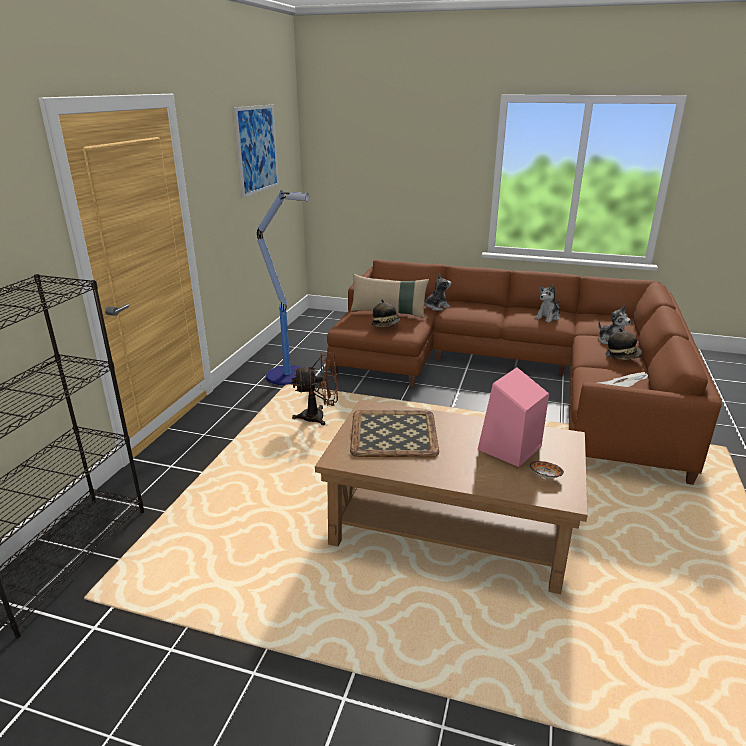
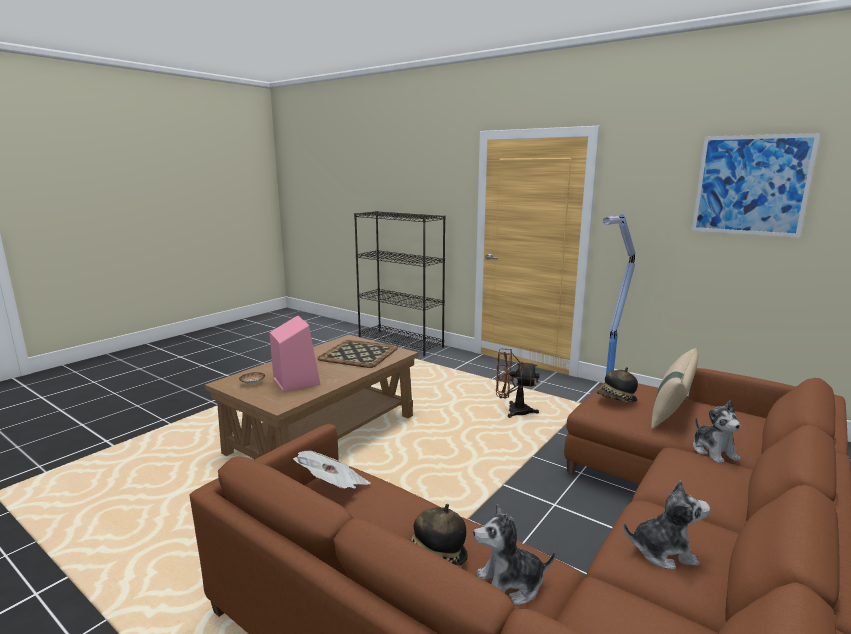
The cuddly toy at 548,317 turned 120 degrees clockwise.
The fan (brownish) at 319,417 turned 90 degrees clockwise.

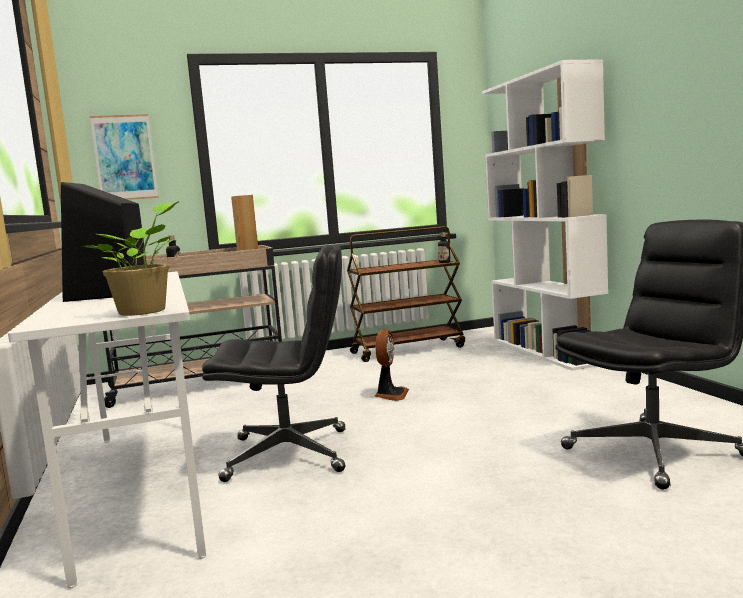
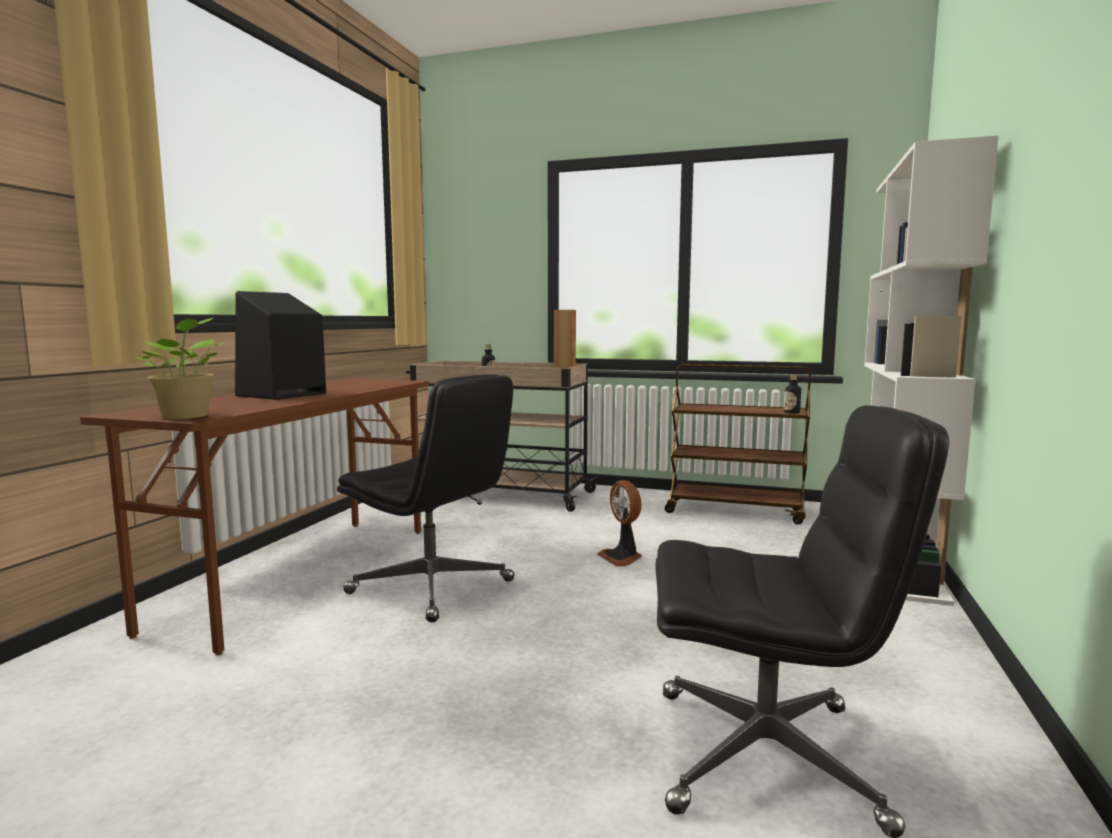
The wall art at 125,157 disappeared.
The desk table (whitish) at 143,486 became the desk table (brownish) at 303,574.
The fan at 390,395 turned 105 degrees clockwise.

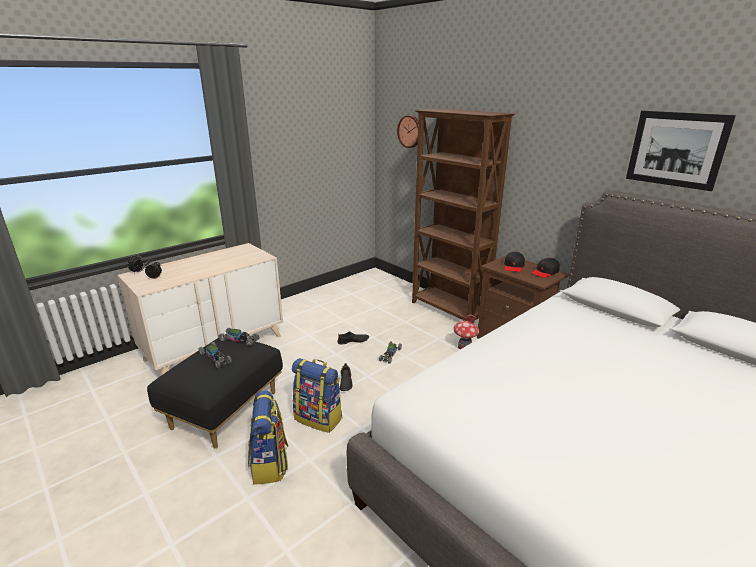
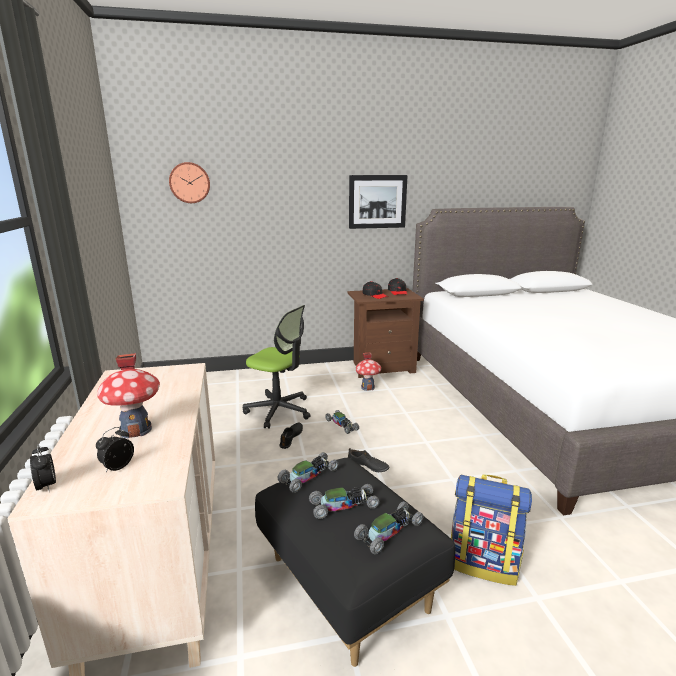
The bookshelf (brownish) at 448,311 disappeared.
The wall art moved from 676,149 to 377,201.
The knapsack at 319,418 disappeared.
The computer chair at 279,410 appeared.
The model house at 136,430 appeared.
The model car at 389,531 appeared.

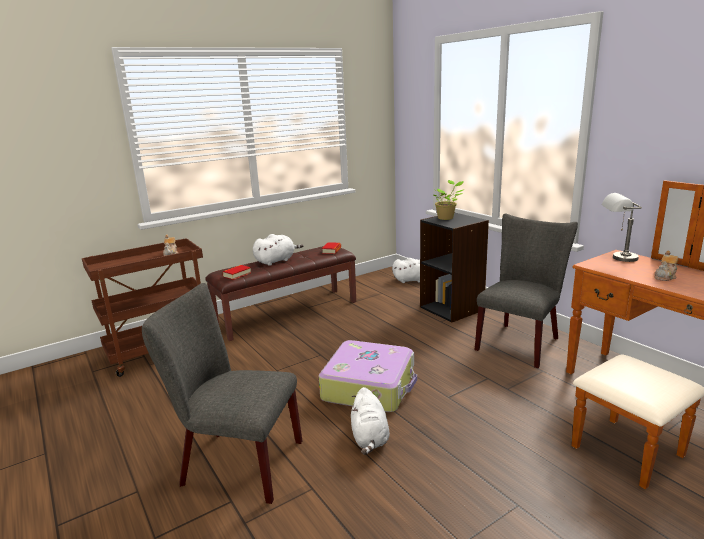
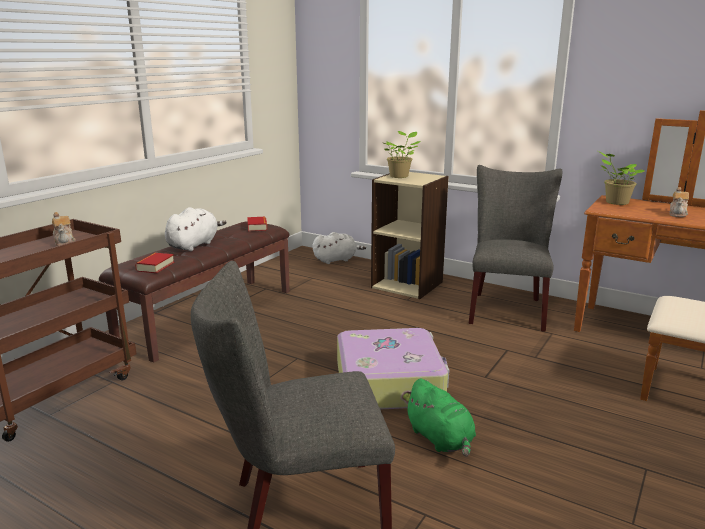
The lamp for a table (grey) at 616,258 was replaced by the houseplant at 615,202.
The bookshelf (black) at 452,308 became the bookshelf (beige-coloured) at 407,284.
The cuddly toy (whitish) at 369,438 became the cuddly toy (green-coloured) at 441,439.

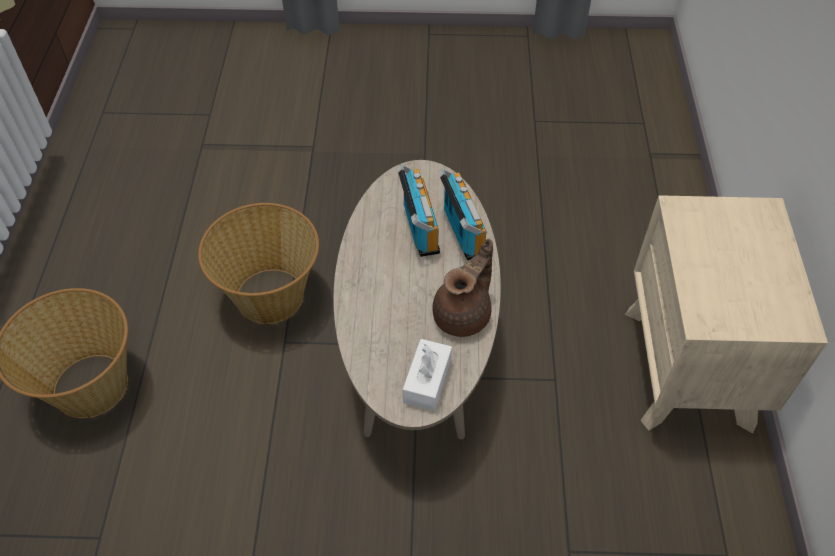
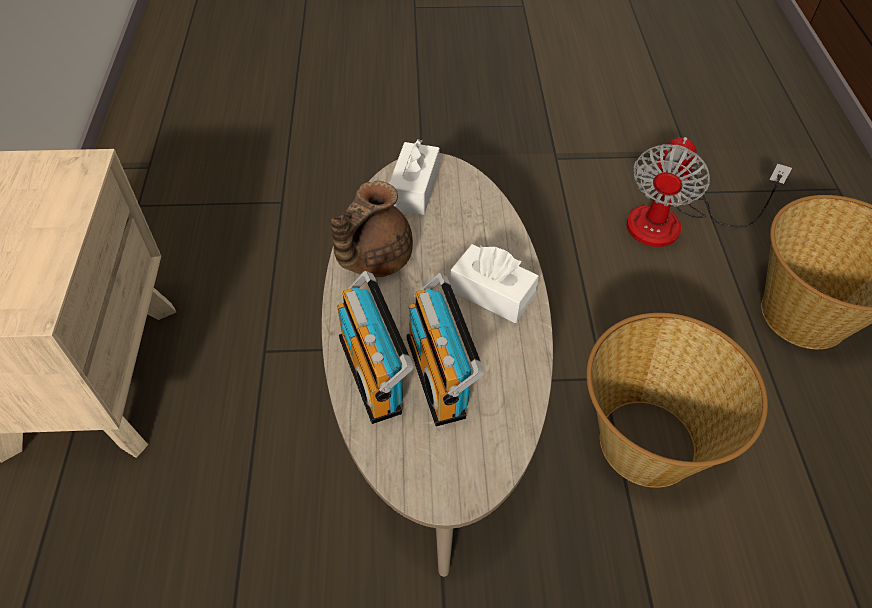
The fan at 673,224 appeared.
The tissue box (whitish) at 492,293 appeared.

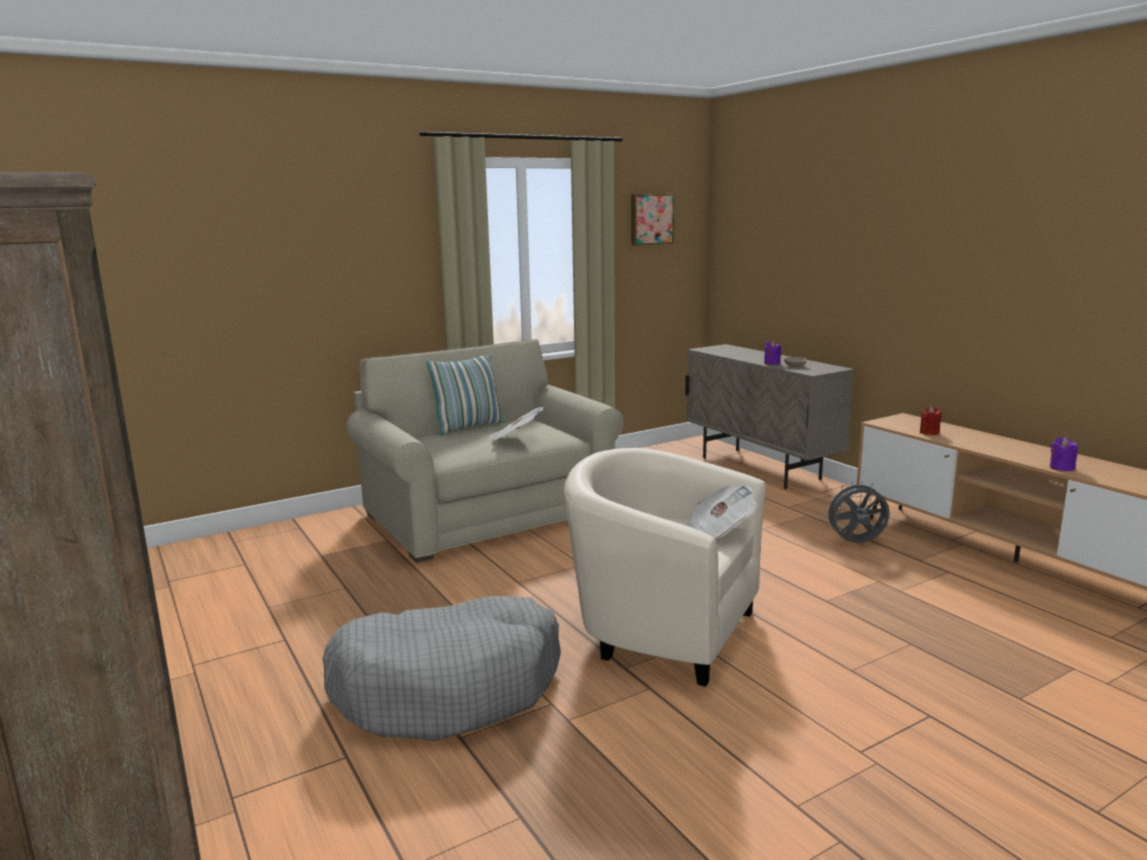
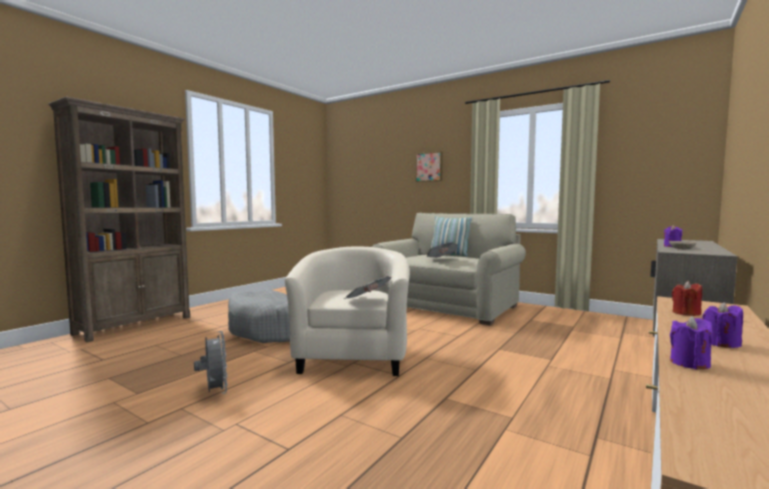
The wall art moved from 651,219 to 429,167.
The fan (grey) moved from 856,544 to 214,392.
The candle (purple) at 721,343 appeared.

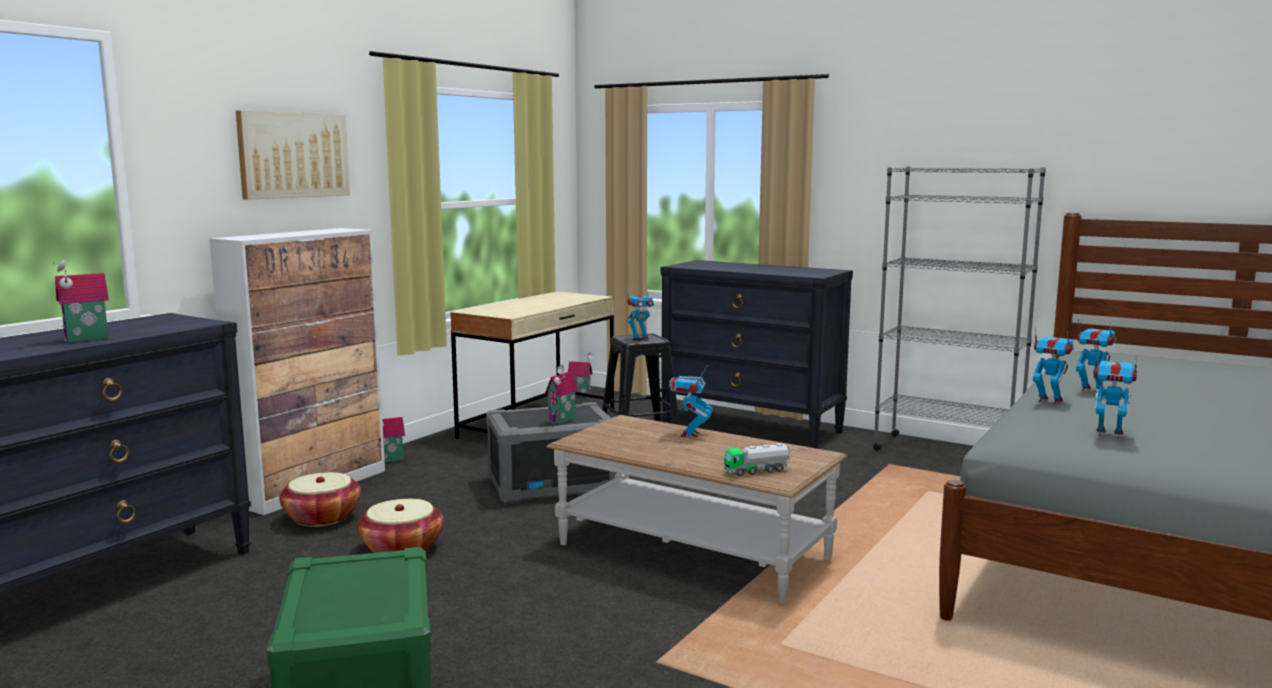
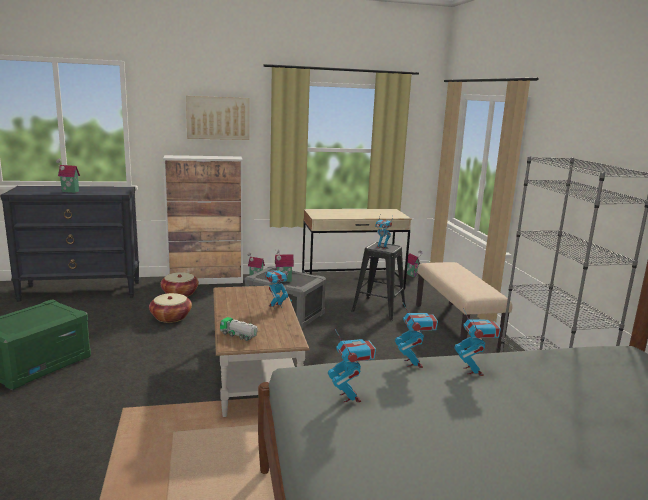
The chest of drawers (black) at 752,427 was replaced by the indoor bench (beige-coloured) at 456,325.

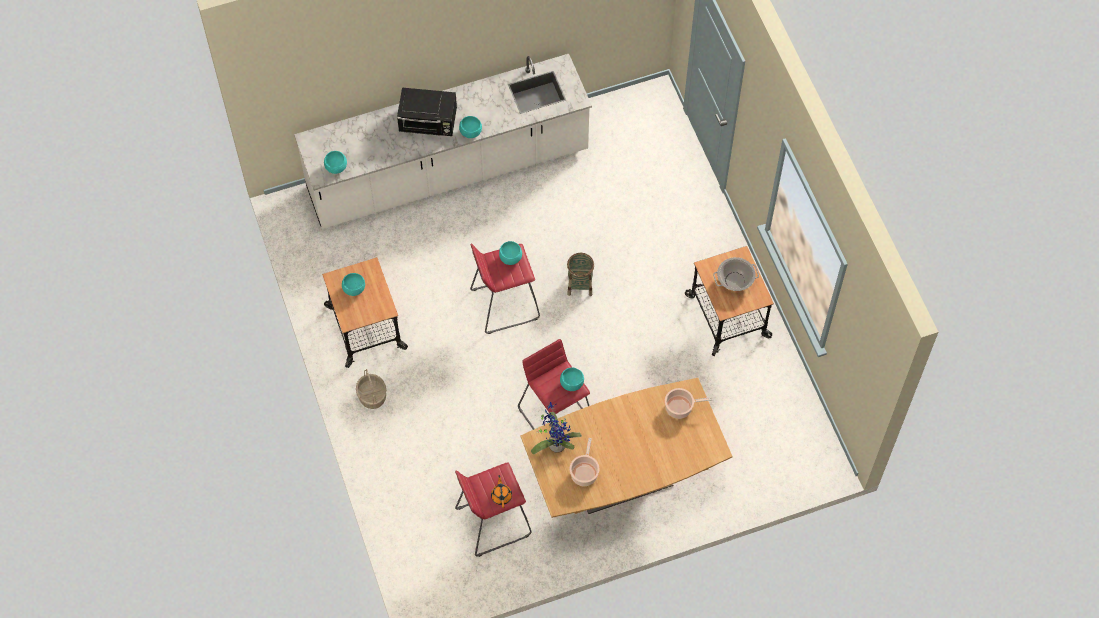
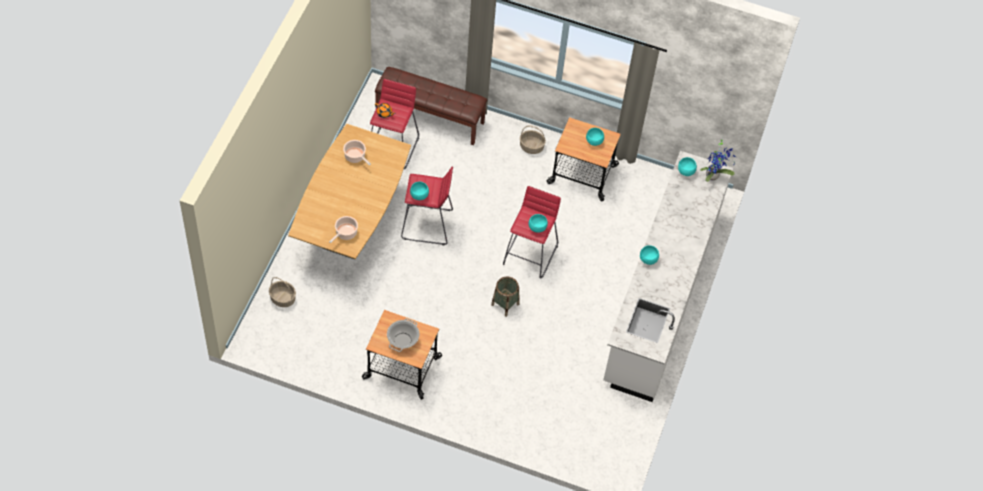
The kitchen microwave (black) at 428,123 disappeared.
The houseplant moved from 555,443 to 714,175.
The indoor bench (brownish) at 430,117 appeared.
The household basket at 282,298 appeared.

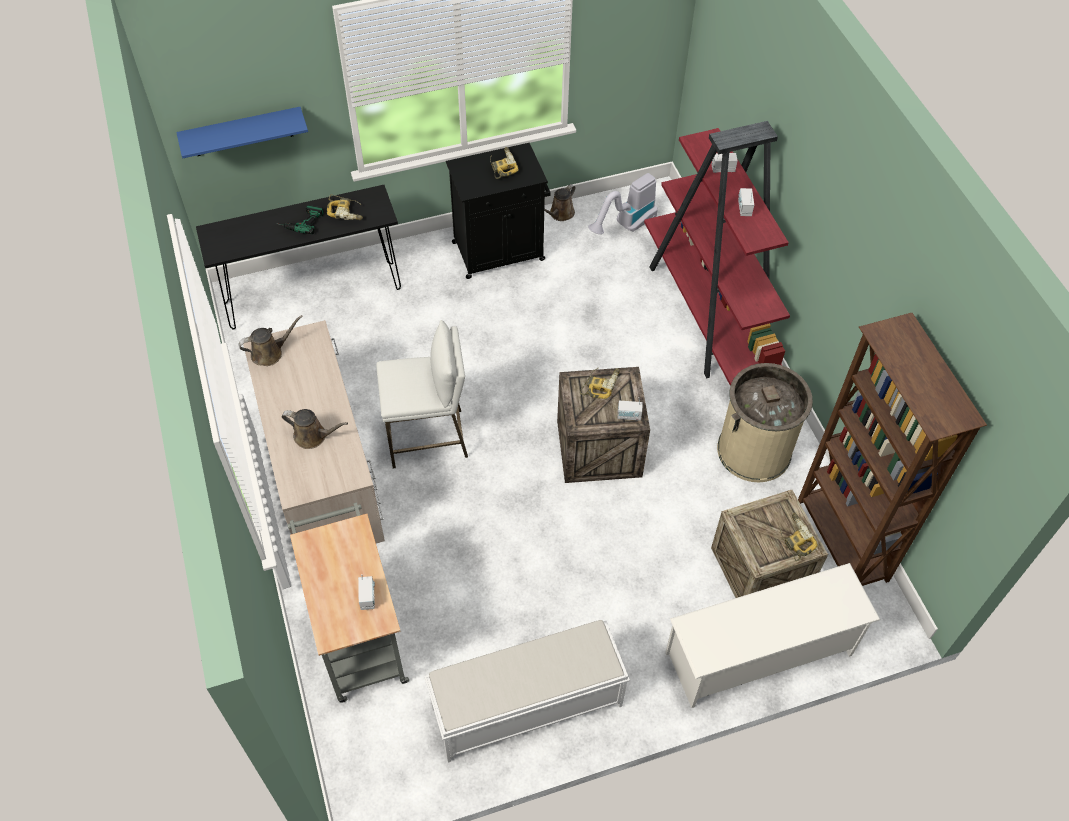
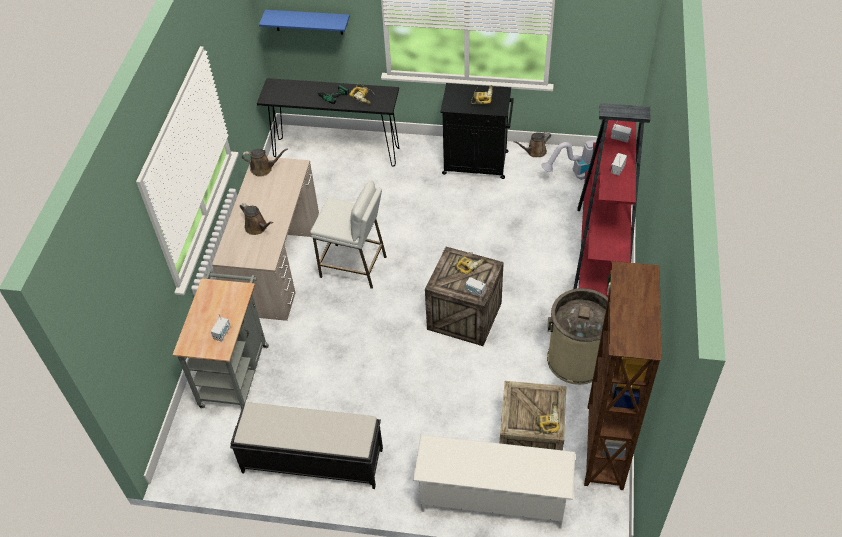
The indoor bench (whitish) at 525,706 became the indoor bench (black) at 311,460.

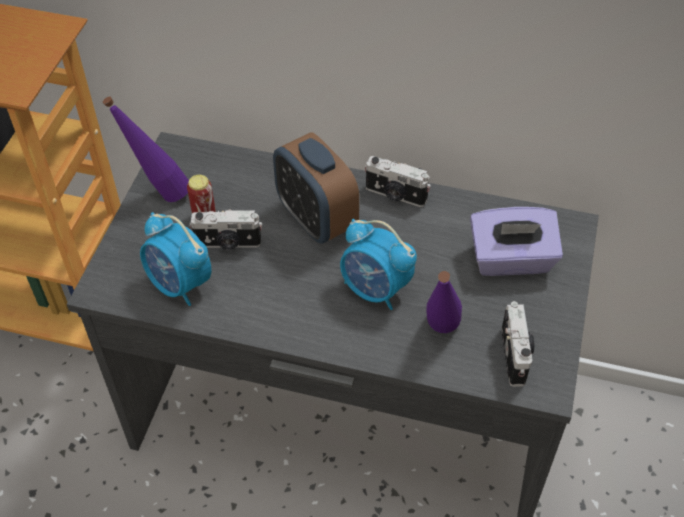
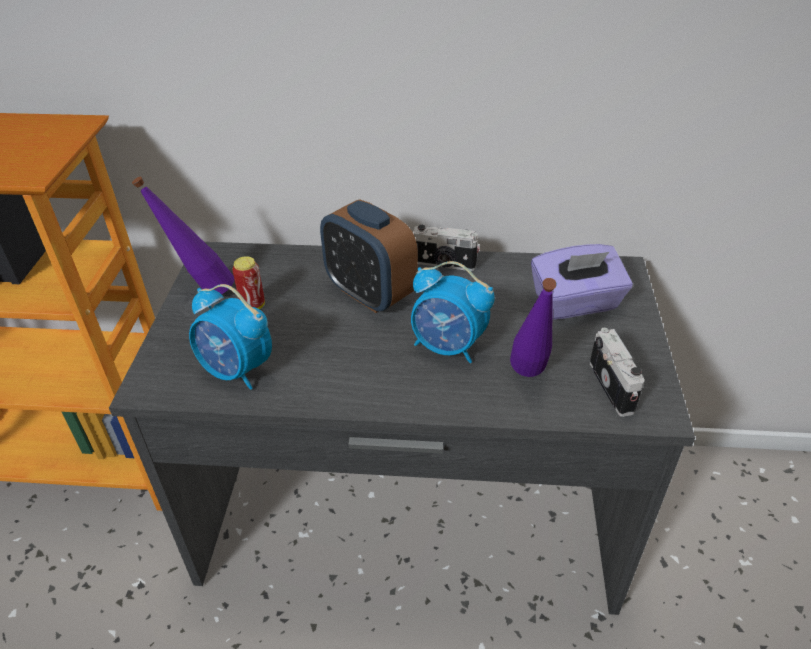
The photo camera at 228,243 disappeared.

